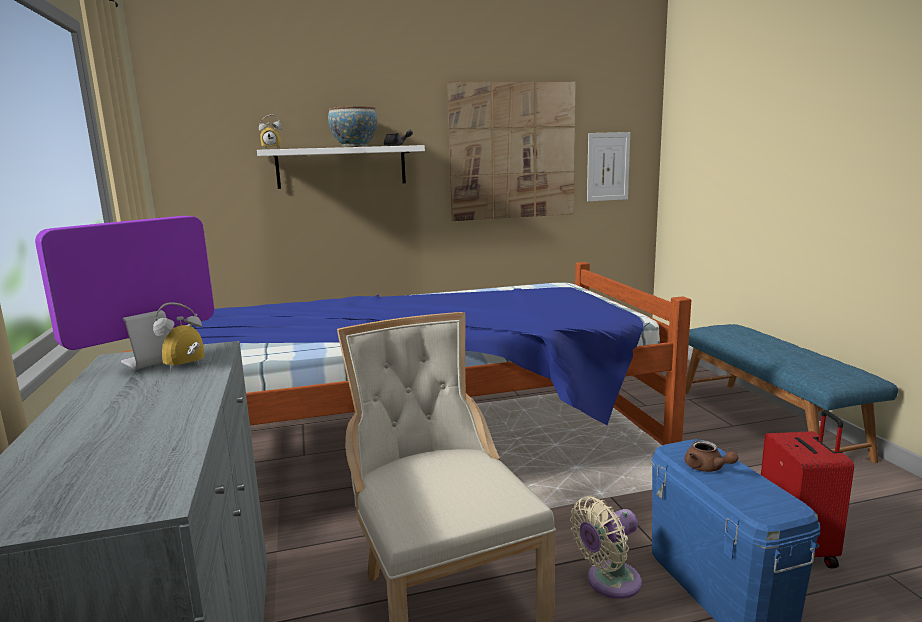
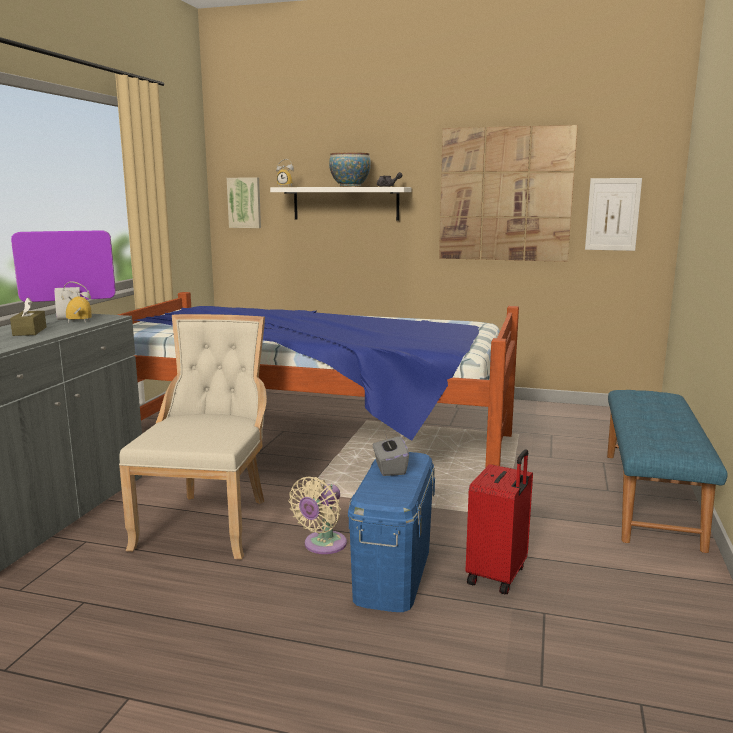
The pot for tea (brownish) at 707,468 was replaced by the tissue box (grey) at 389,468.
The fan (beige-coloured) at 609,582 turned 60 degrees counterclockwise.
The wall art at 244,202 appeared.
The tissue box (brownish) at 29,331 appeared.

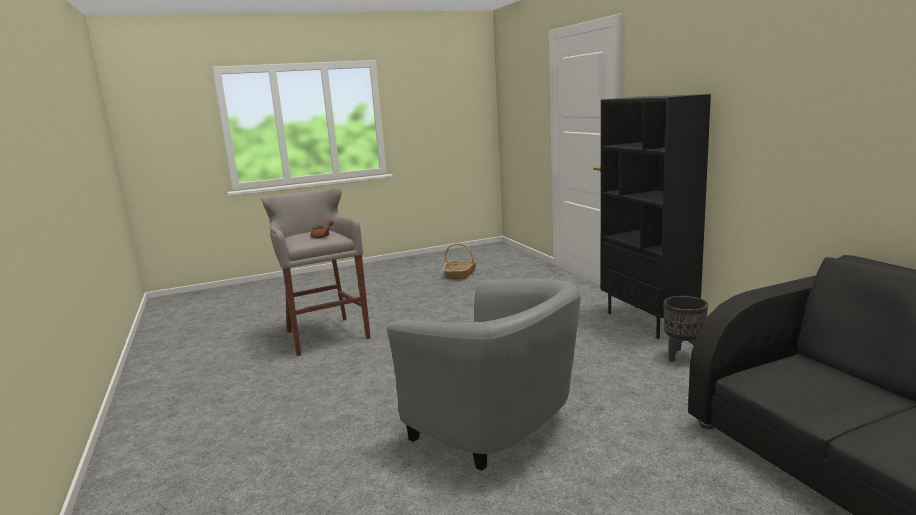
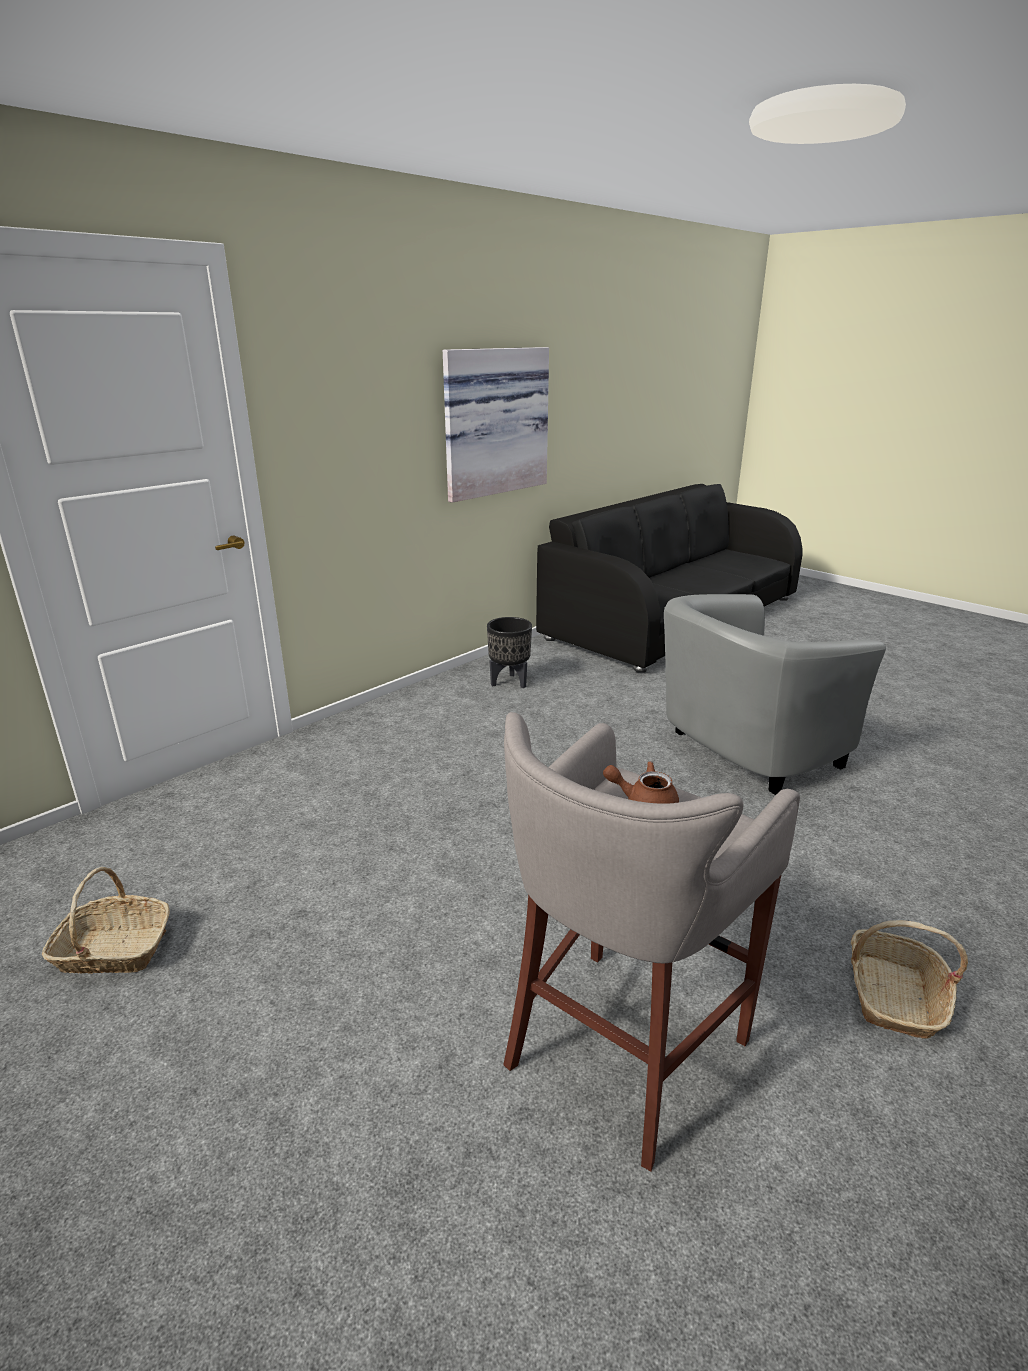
The bookshelf (black) at 648,321 disappeared.
The easy chair (grey) at 498,429 turned 135 degrees counterclockwise.
The wall art at 493,422 appeared.
The household basket at 894,996 appeared.

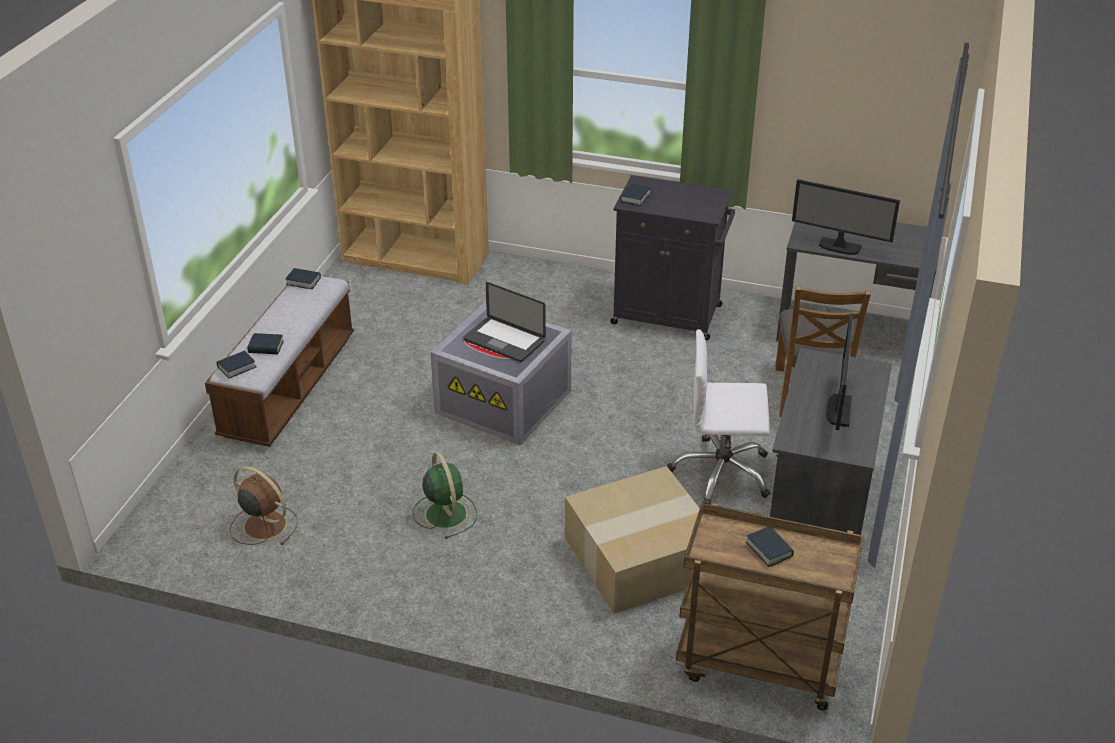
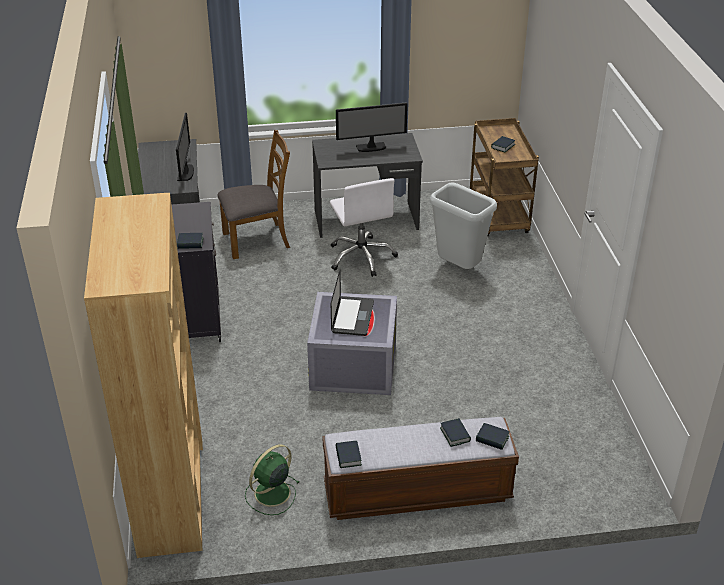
The fan (green-coloured) moved from 445,513 to 271,494.
The fan (brownish) at 263,524 disappeared.
The cardboard box at 639,559 was replaced by the rubbish bin (grey) at 459,268.

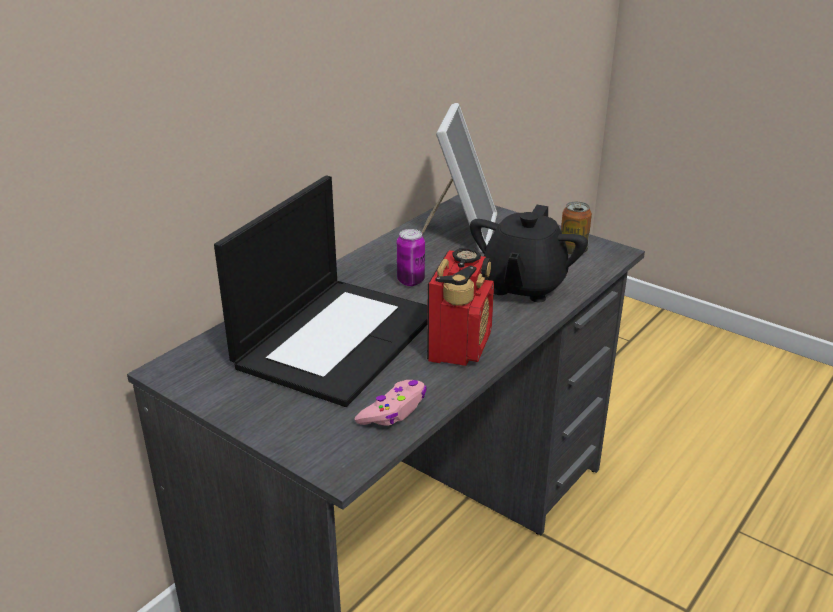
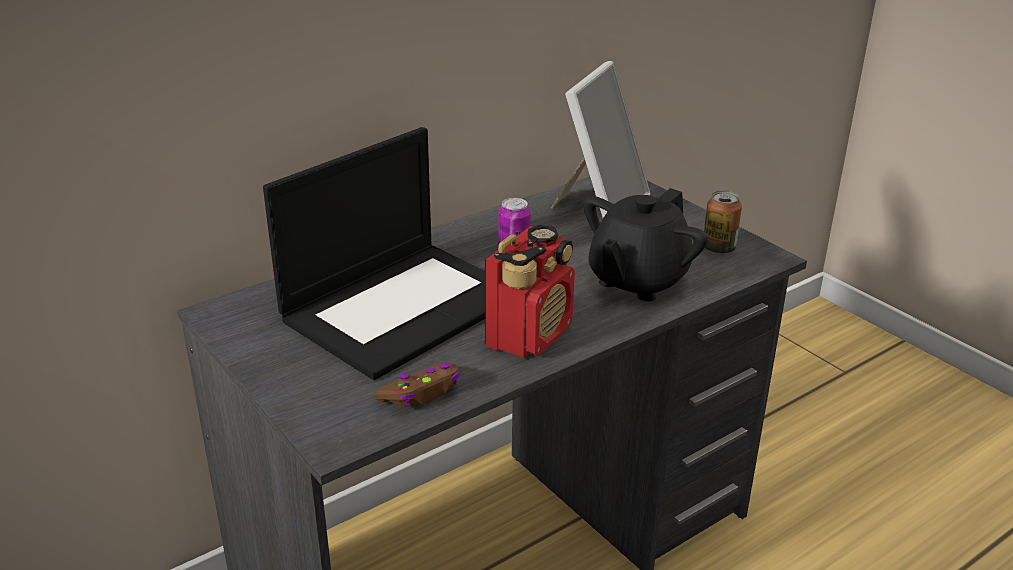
The gamepad (pink-coloured) at 394,411 became the gamepad (brownish) at 421,393.

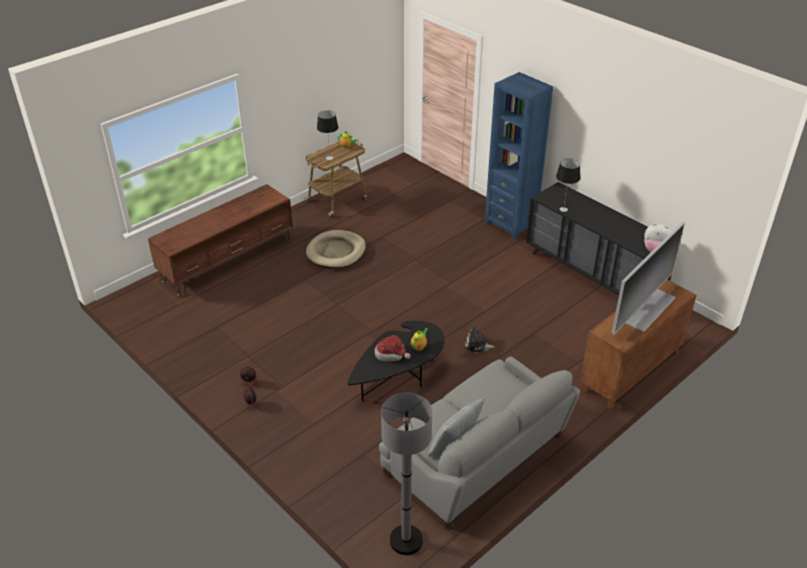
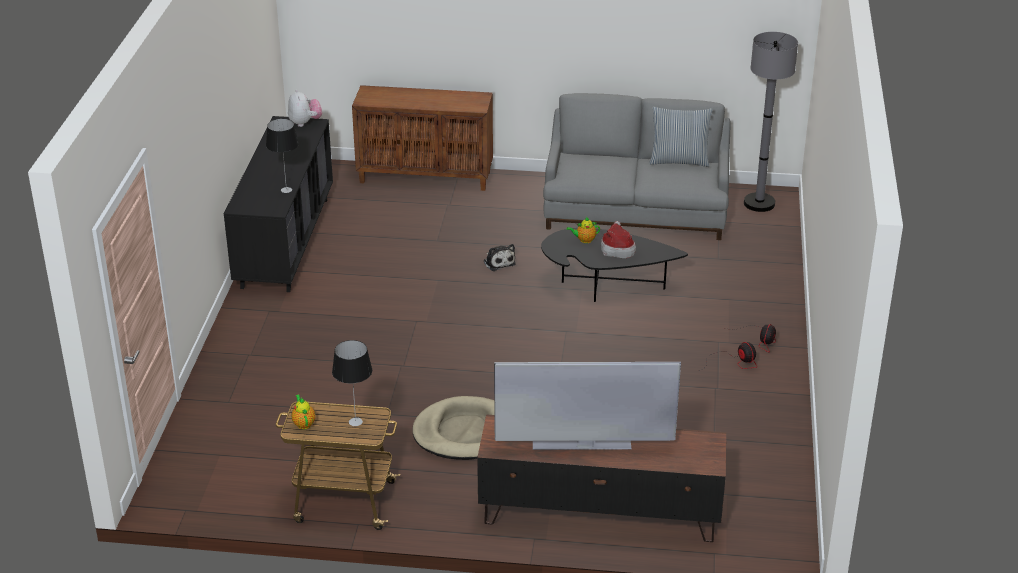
The bookshelf (blue-coloured) at 510,224 disappeared.
The TV set moved from 648,309 to 581,441.

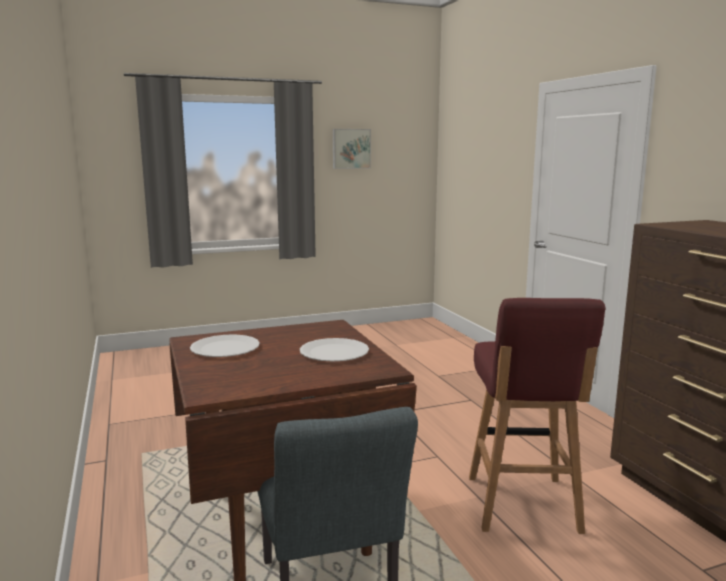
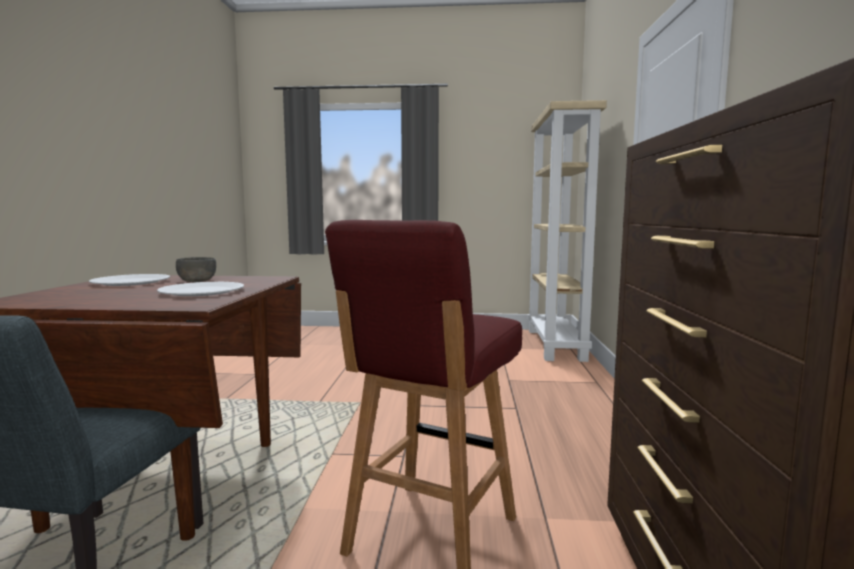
The wall art at 351,148 disappeared.
The bookshelf (beige-coloured) at 556,345 appeared.
The bowl (grey) at 197,281 appeared.

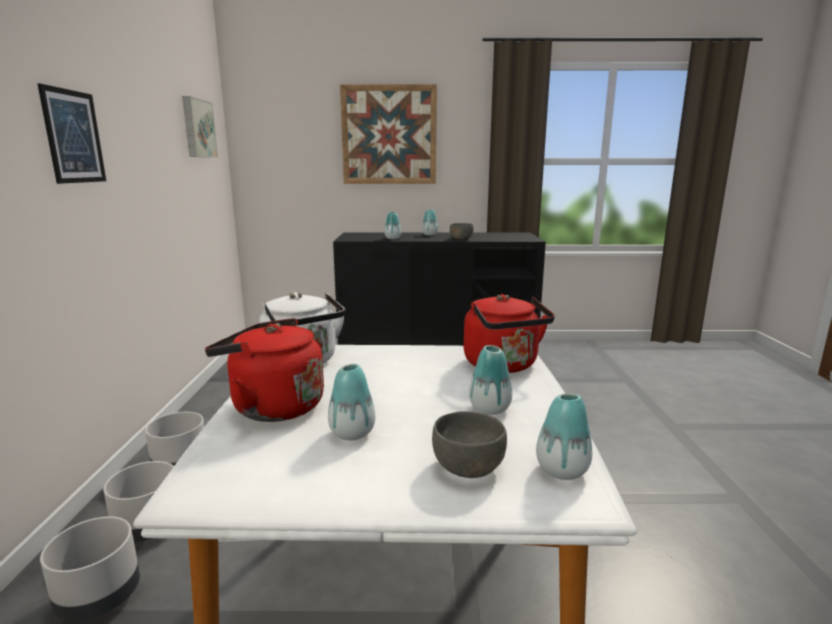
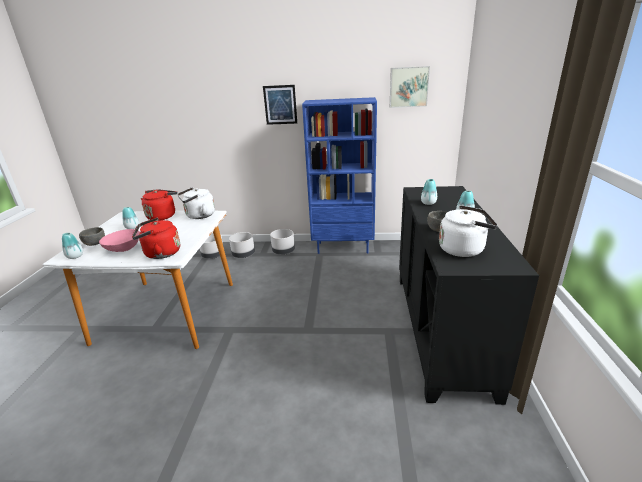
The wall art at 389,135 disappeared.
The vase at 489,409 was replaced by the bowl (pink-coloured) at 124,248.
The bookshelf (blue-coloured) at 343,247 appeared.
The water kettle (whitish) at 464,249 appeared.

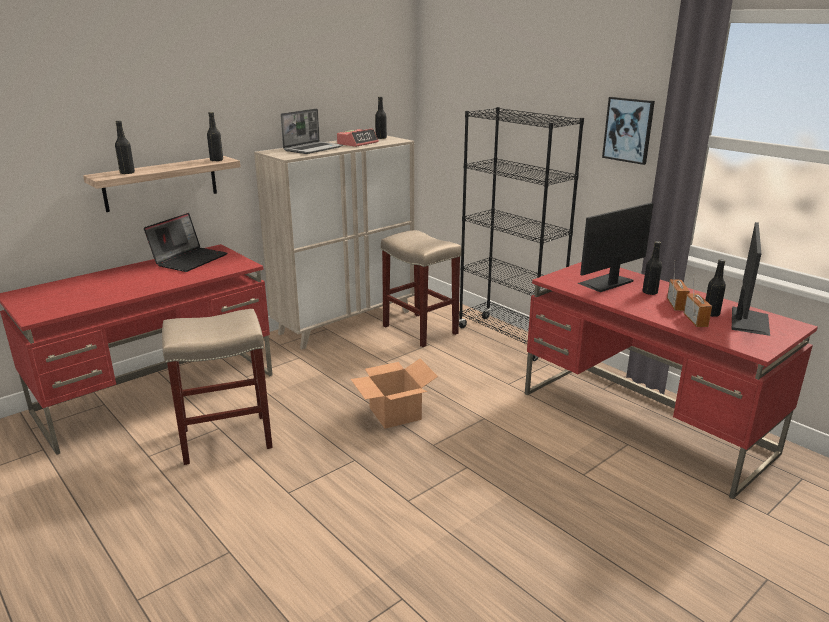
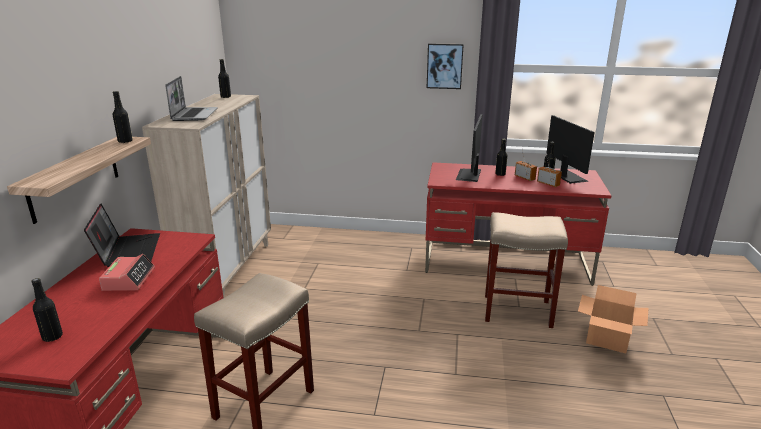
The bookshelf (black) at 508,338 disappeared.
The drink bottle (black) moved from 127,173 to 52,337.
The bedside clock moved from 357,143 to 129,279.
The stool (beige-coloured) moved from 419,329 to 516,311.
The cardboard box moved from 396,414 to 608,338.

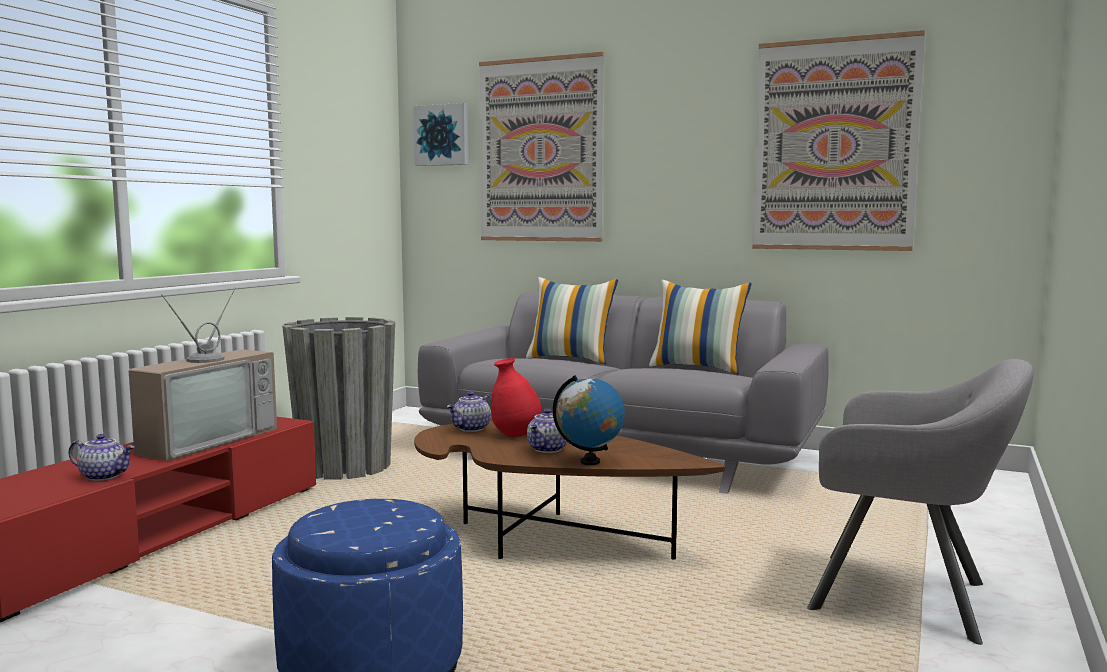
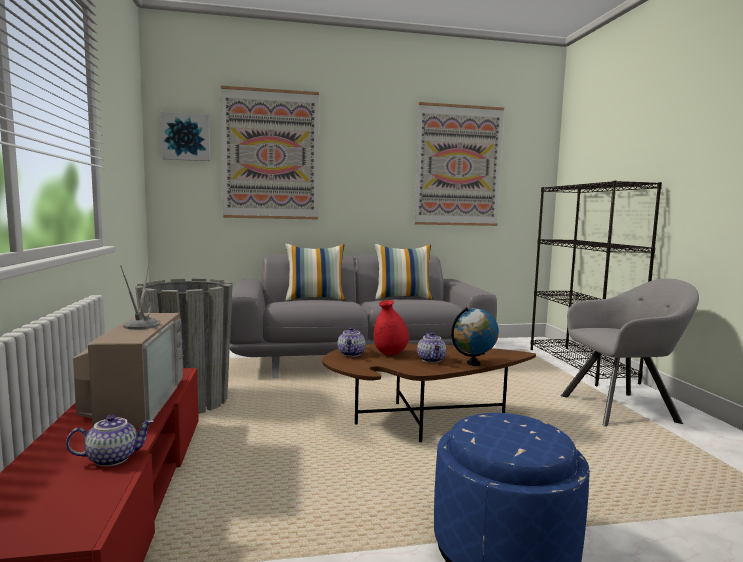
The bookshelf (black) at 580,365 appeared.

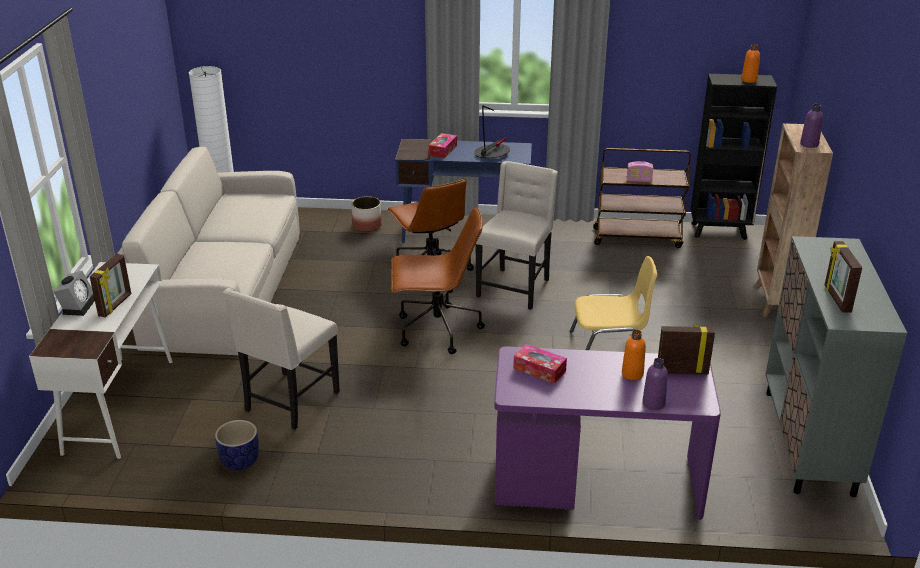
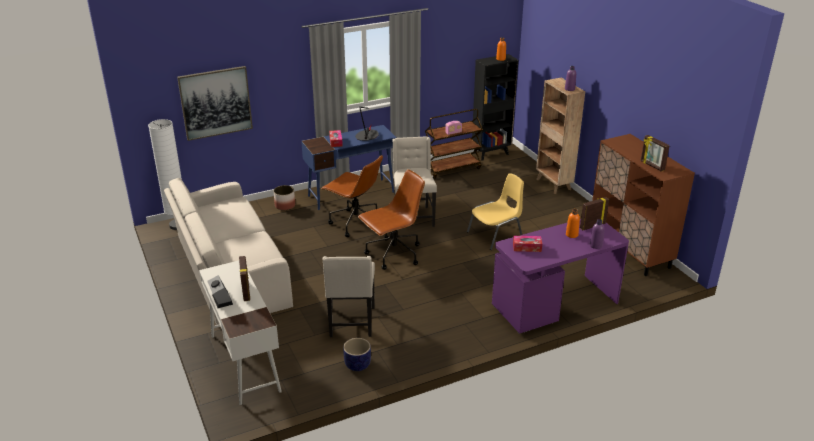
The cabinet (grey) at 808,442 became the cabinet (brownish) at 630,250.
The wall art at 215,102 appeared.

